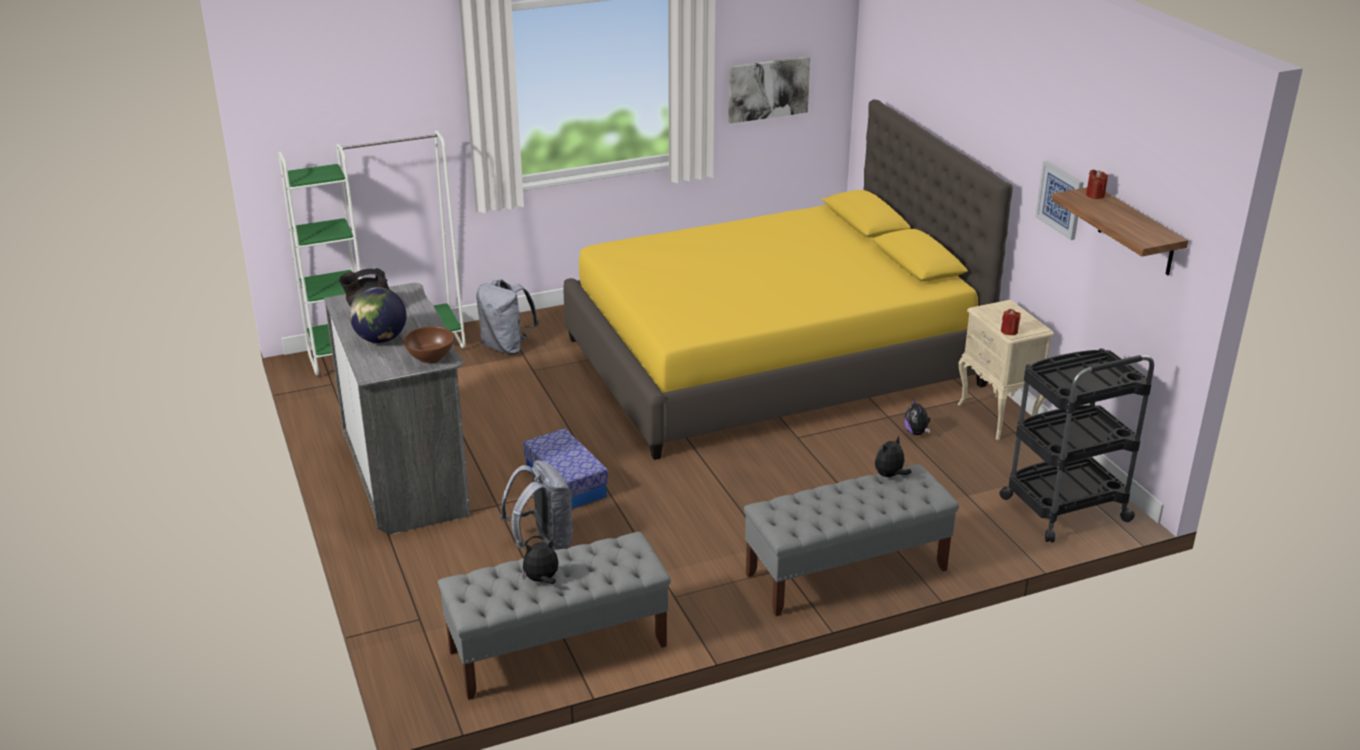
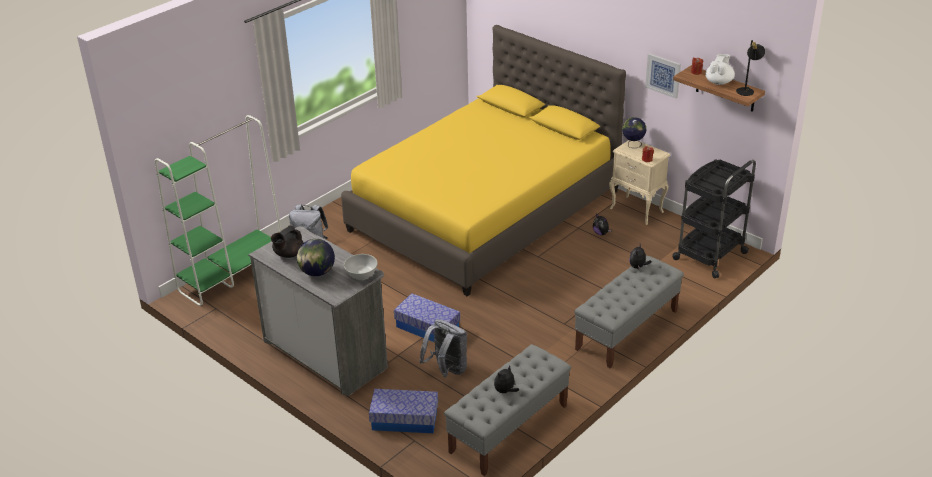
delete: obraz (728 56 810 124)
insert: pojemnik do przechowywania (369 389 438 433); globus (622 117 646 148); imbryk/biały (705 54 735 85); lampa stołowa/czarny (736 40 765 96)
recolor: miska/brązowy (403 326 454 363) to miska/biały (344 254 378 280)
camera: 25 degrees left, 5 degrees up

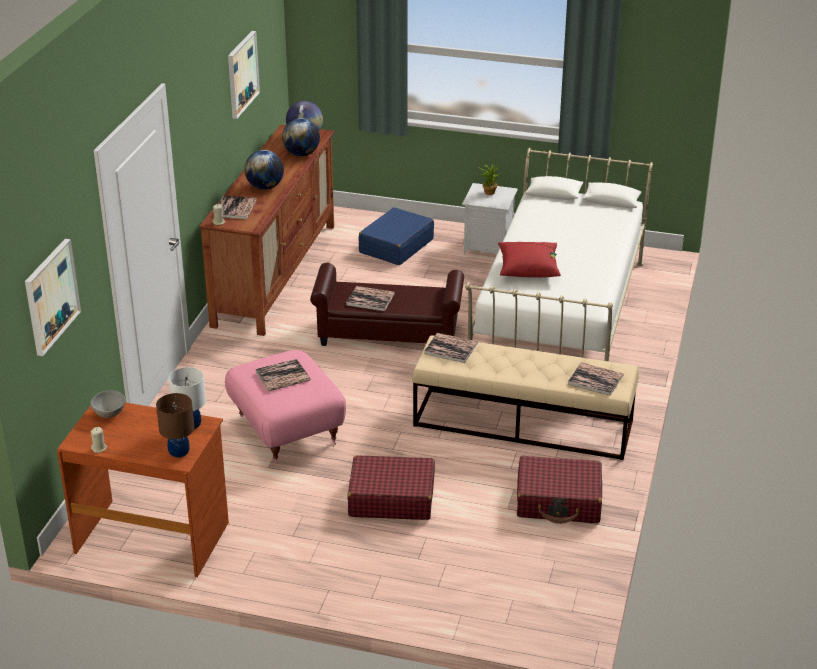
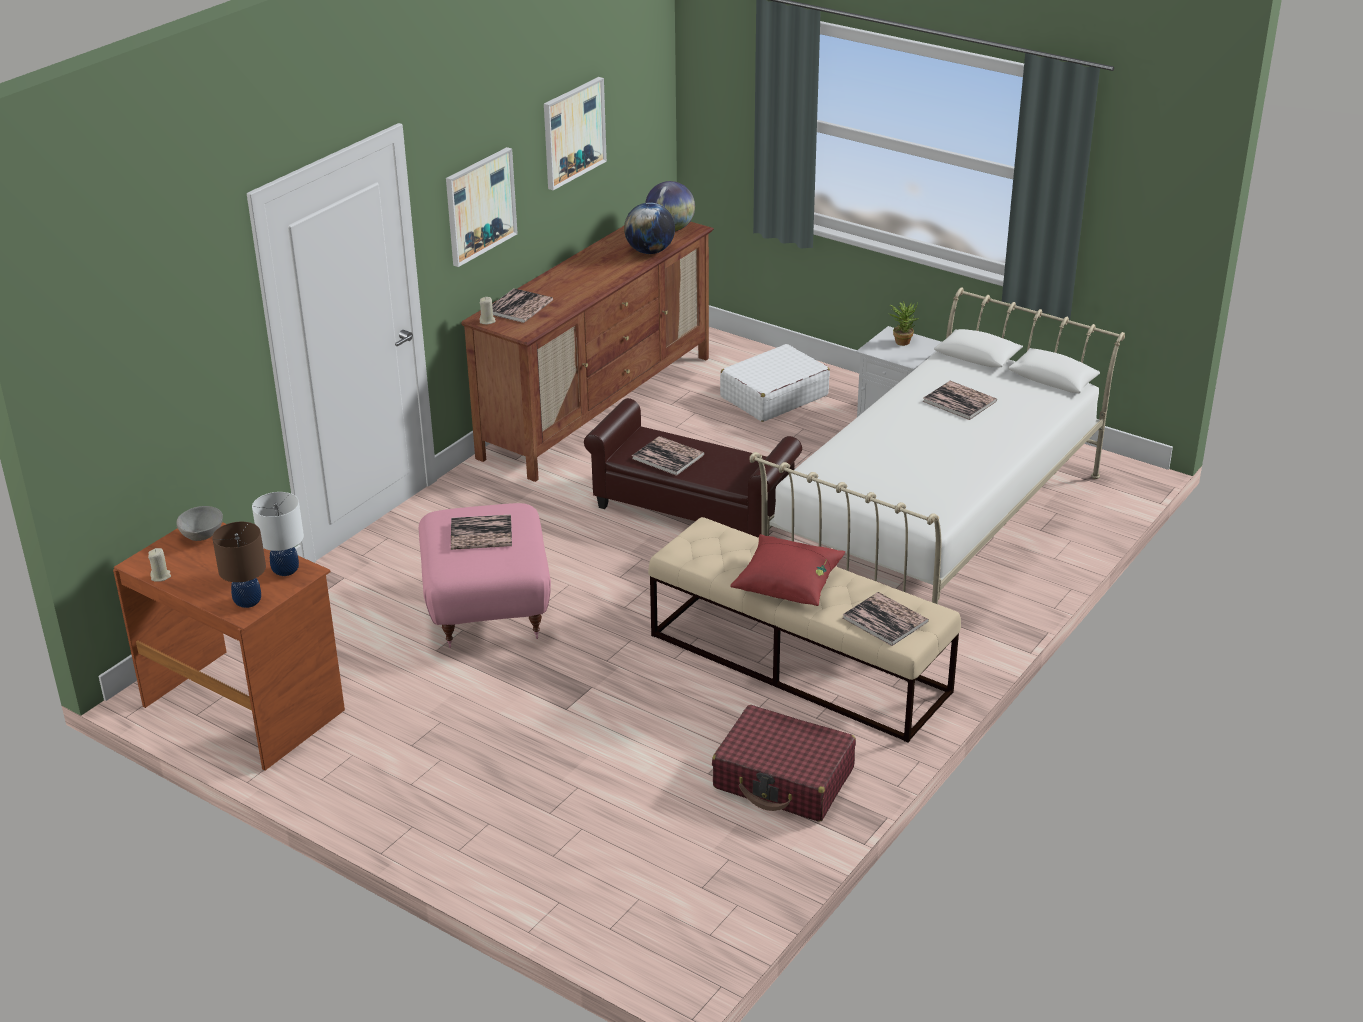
delete: globus (244 150 284 190); walizka/czerwony (347 455 435 520)
move: obraz (25 239 81 356) to (446 147 518 267); poduszka/czerwony (498 242 561 277) to (730 534 845 606); książka (424 333 478 363) to (923 381 997 420)
recolor: walizka/niebieski (359 207 434 265) to walizka/biały (720 344 830 422)
camera: 20 degrees right, 0 degrees up

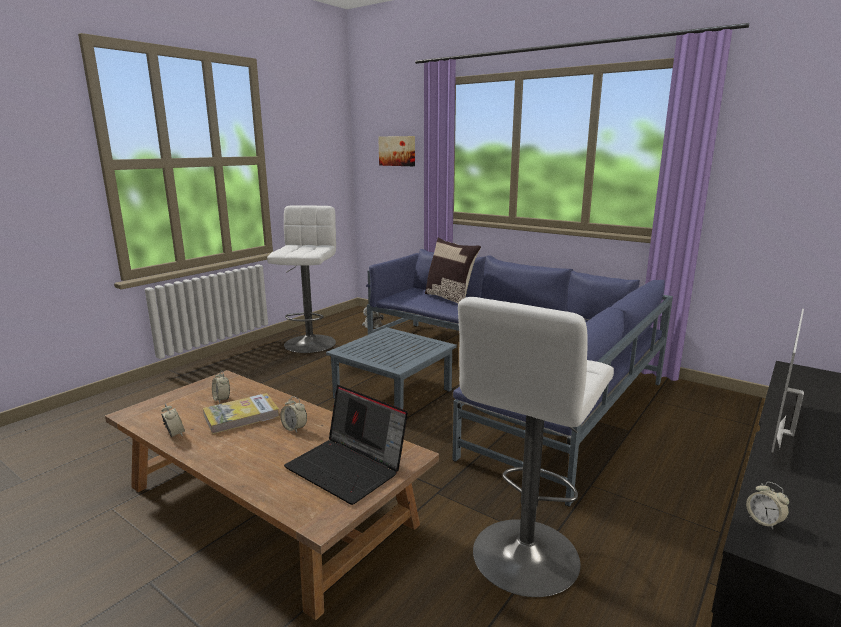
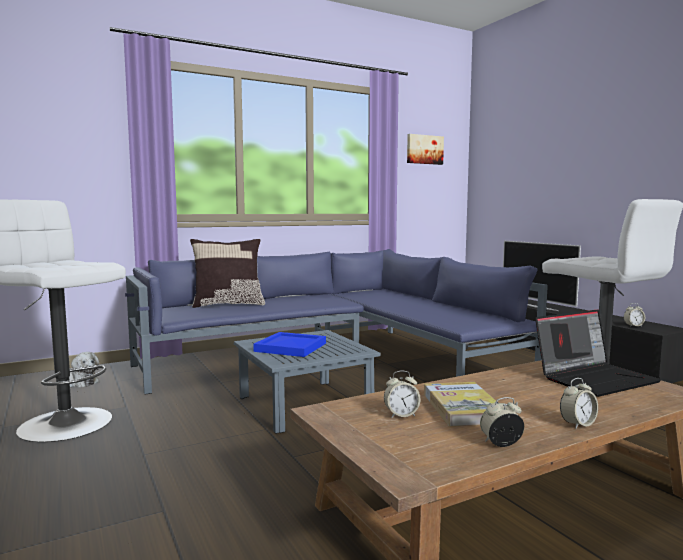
insert: taca/niebieski (253 332 326 357)
move: obraz (378 136 415 166) to (407 134 444 165); budzik (280 397 307 433) to (560 378 598 429)
camera: 65 degrees left, 10 degrees down

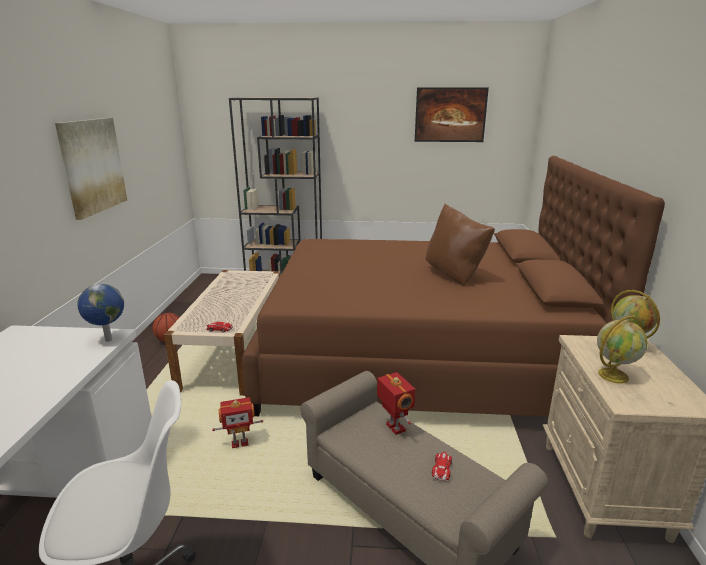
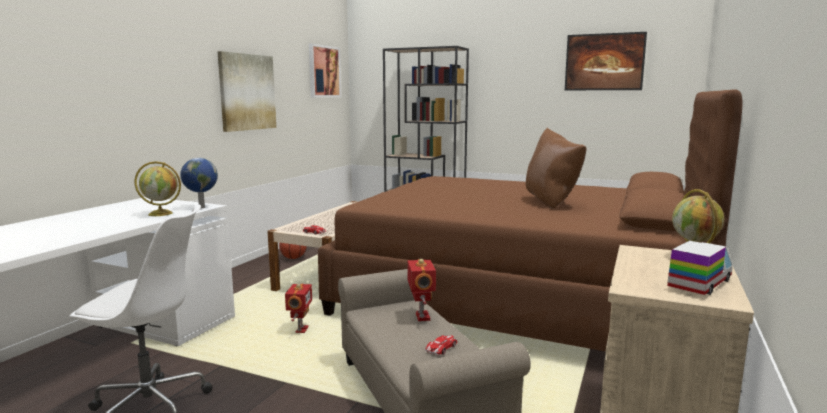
insert: obraz (309 44 341 98); ciężarówka zabawkowa (667 241 733 295)
move: globus (597 315 648 384) to (135 161 181 216)
rotate: robot zabawkowy (212 397 263 448) = (285 284 312 333) 90 degrees counterclockwise
camera: 20 degrees right, 10 degrees down

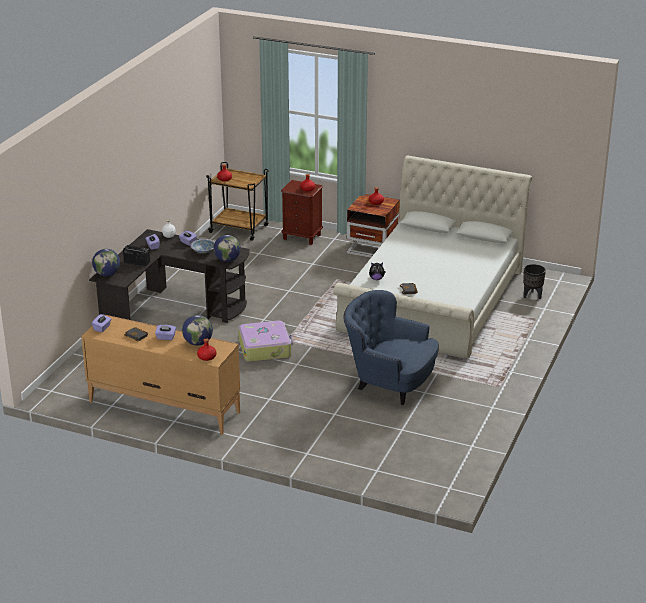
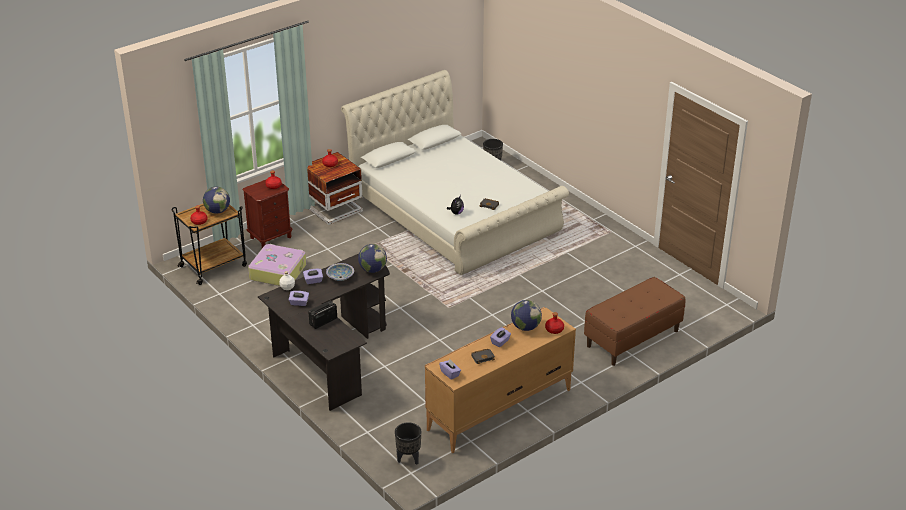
delete: fotel/niebieski (343 290 439 405)
insert: donica/czarny (395 422 421 465); ławka/brązowy (584 277 685 366)
move: globus (92 249 120 277) to (203 187 230 214); walizka (238 321 293 362) to (248 244 306 286)
camera: 60 degrees left, 5 degrees up

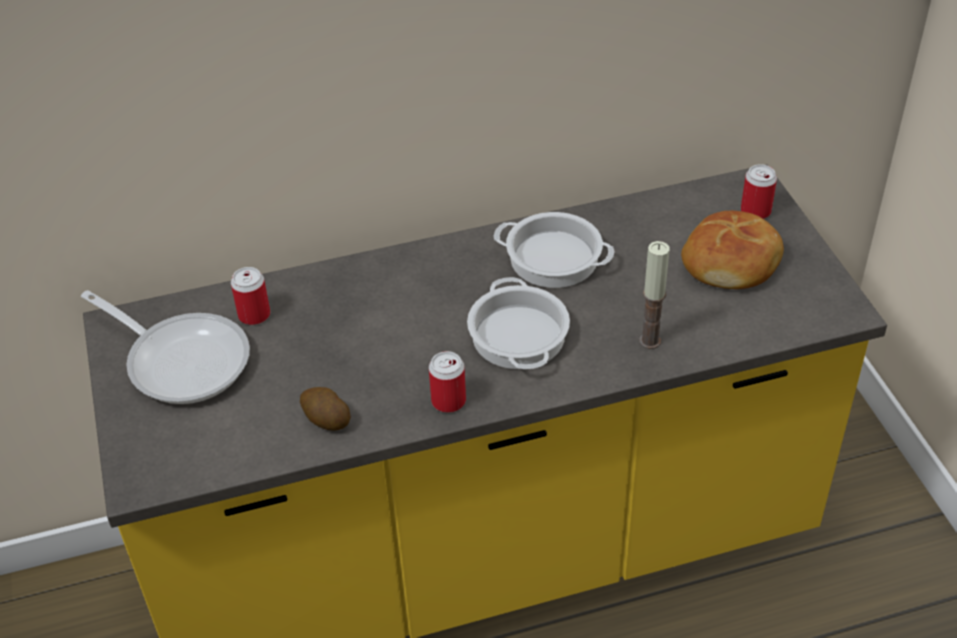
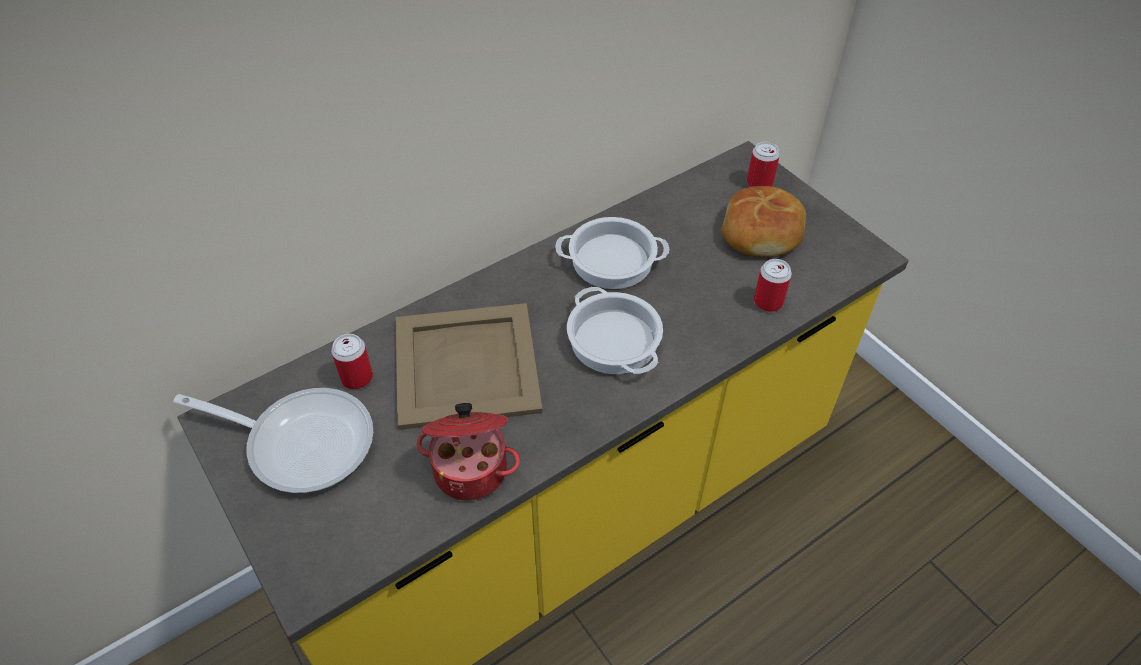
delete: świeca (639 241 670 349)
insert: taca/beżowy (396 303 542 430)
move: puszka (429 351 466 413) to (754 259 792 312)
replace: ziemniak (300 387 351 431) to garnek (416 403 520 501)
camera: 20 degrees left, 5 degrees up

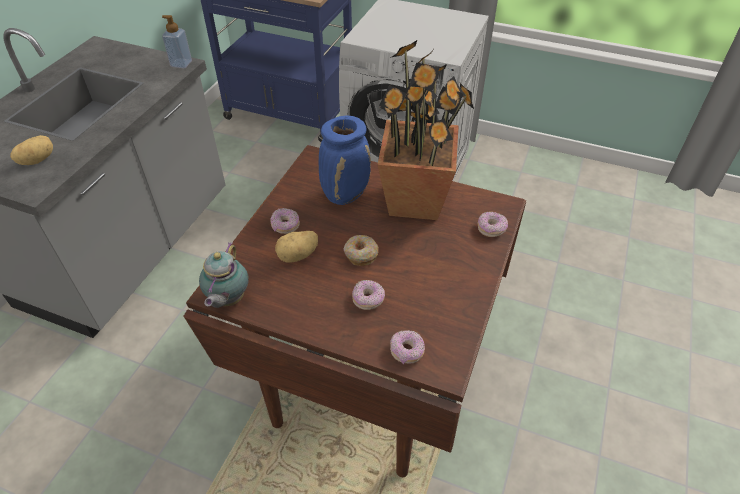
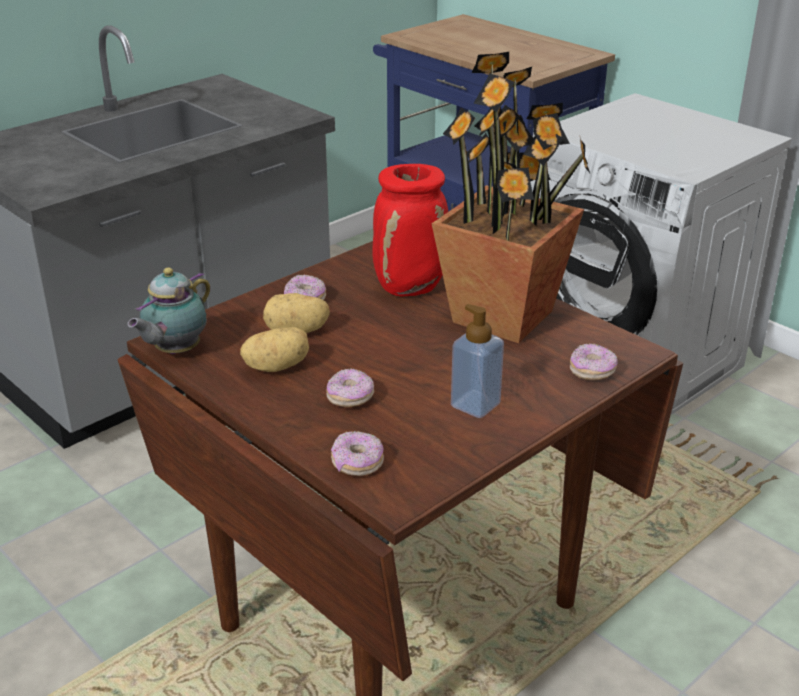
delete: donut (344 235 379 266)
move: ziemniak (10 135 53 165) to (240 327 309 372); dozownik mydła (162 15 192 68) to (451 304 504 418)
recolor: wazon/niebieski (319 115 371 205) to wazon/czerwony (372 164 448 296)
camera: 25 degrees right, 15 degrees down

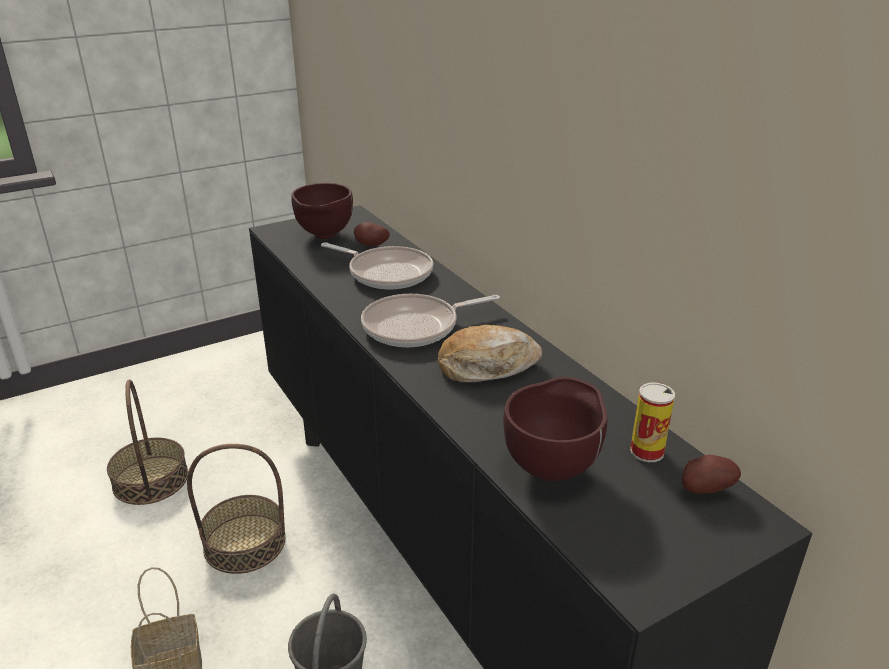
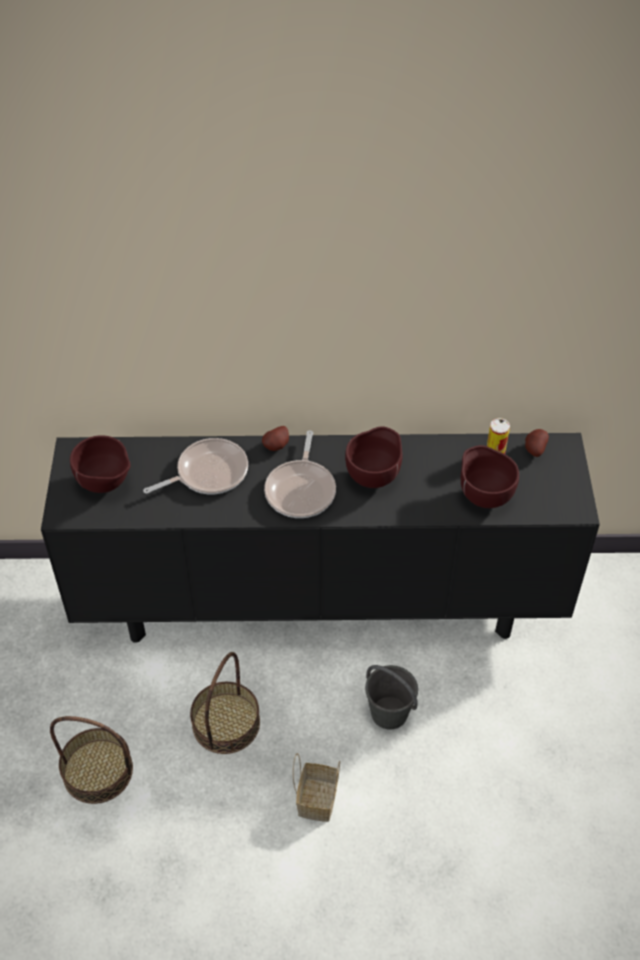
move: ziemniak (354 222 390 246) to (262 426 289 451)
replace: chleb (438 325 542 383) to miska/brązowy (345 426 403 488)
camera: 60 degrees left, 20 degrees up

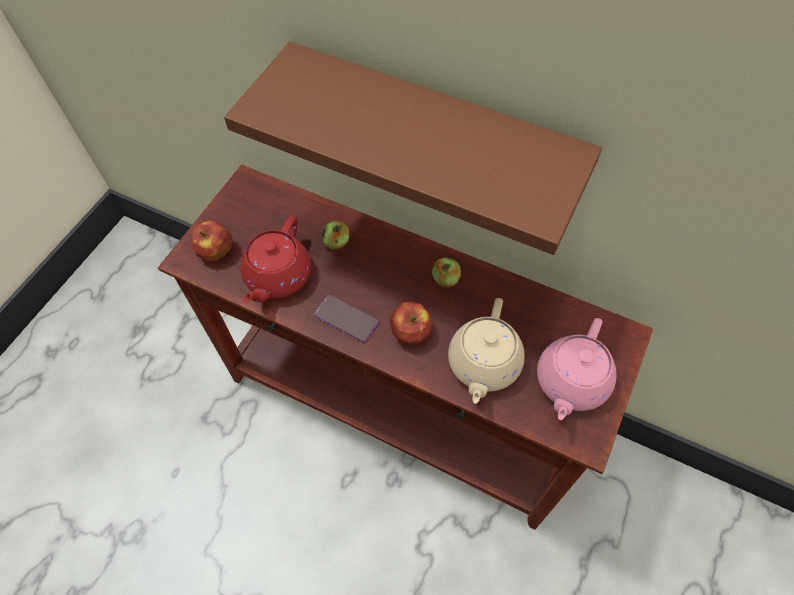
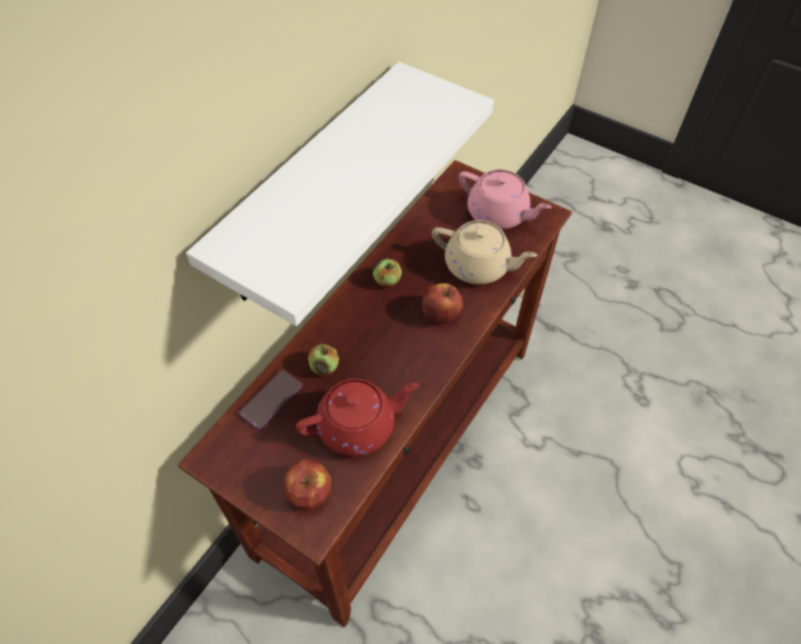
move: telefon (314 295 378 342) to (239 370 302 429)
recolor: półka/brązowy (224 42 602 255) to półka/biały (186 62 494 326)
rotate: imbryk/czerwony (241 216 311 303) = (296 378 419 456) 45 degrees counterclockwise
camera: 85 degrees left, 5 degrees down

